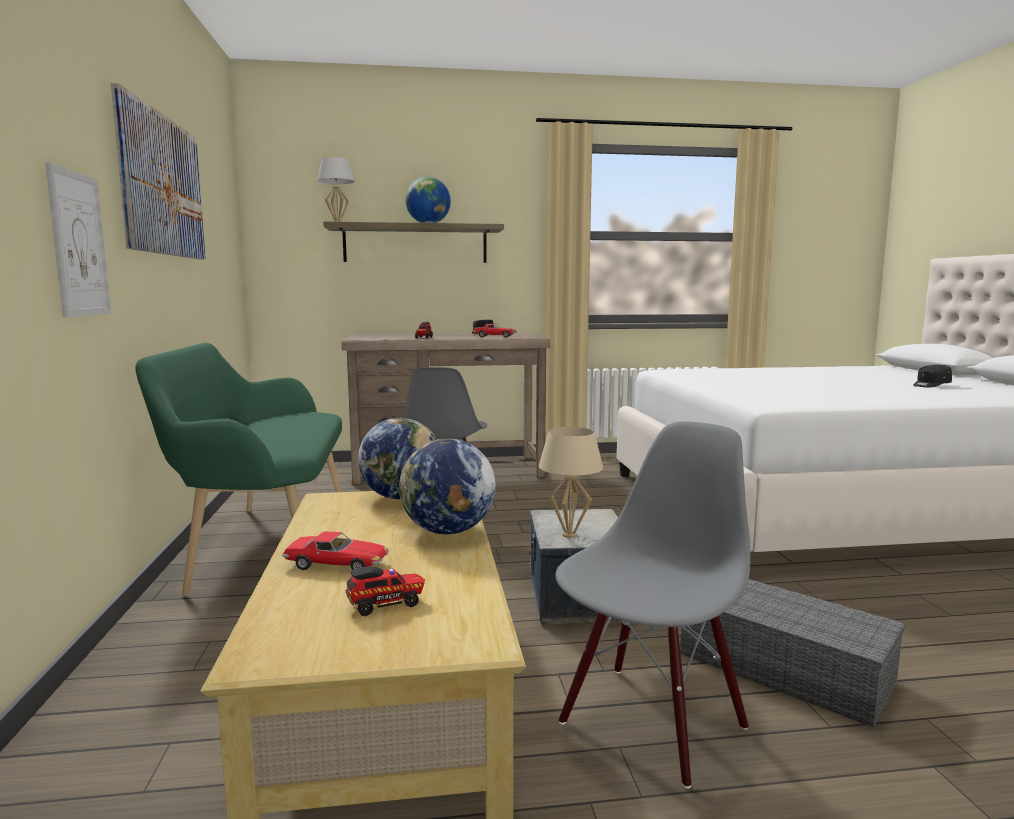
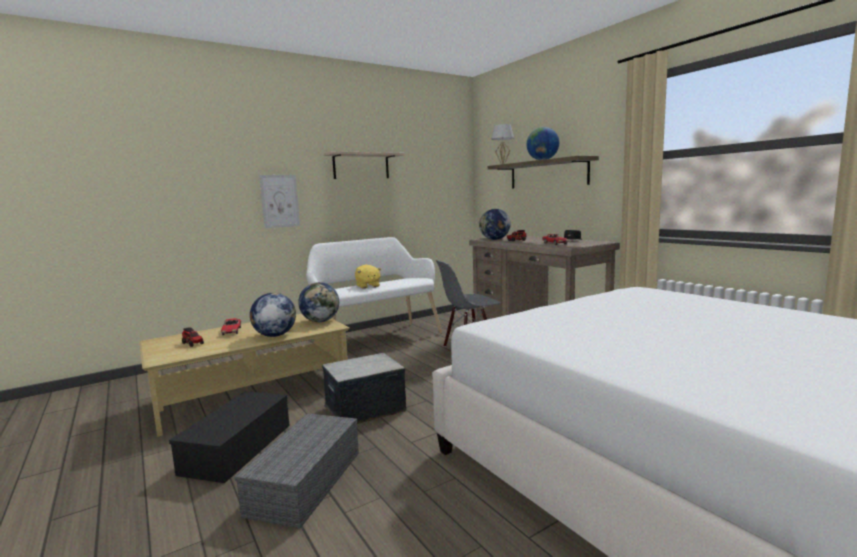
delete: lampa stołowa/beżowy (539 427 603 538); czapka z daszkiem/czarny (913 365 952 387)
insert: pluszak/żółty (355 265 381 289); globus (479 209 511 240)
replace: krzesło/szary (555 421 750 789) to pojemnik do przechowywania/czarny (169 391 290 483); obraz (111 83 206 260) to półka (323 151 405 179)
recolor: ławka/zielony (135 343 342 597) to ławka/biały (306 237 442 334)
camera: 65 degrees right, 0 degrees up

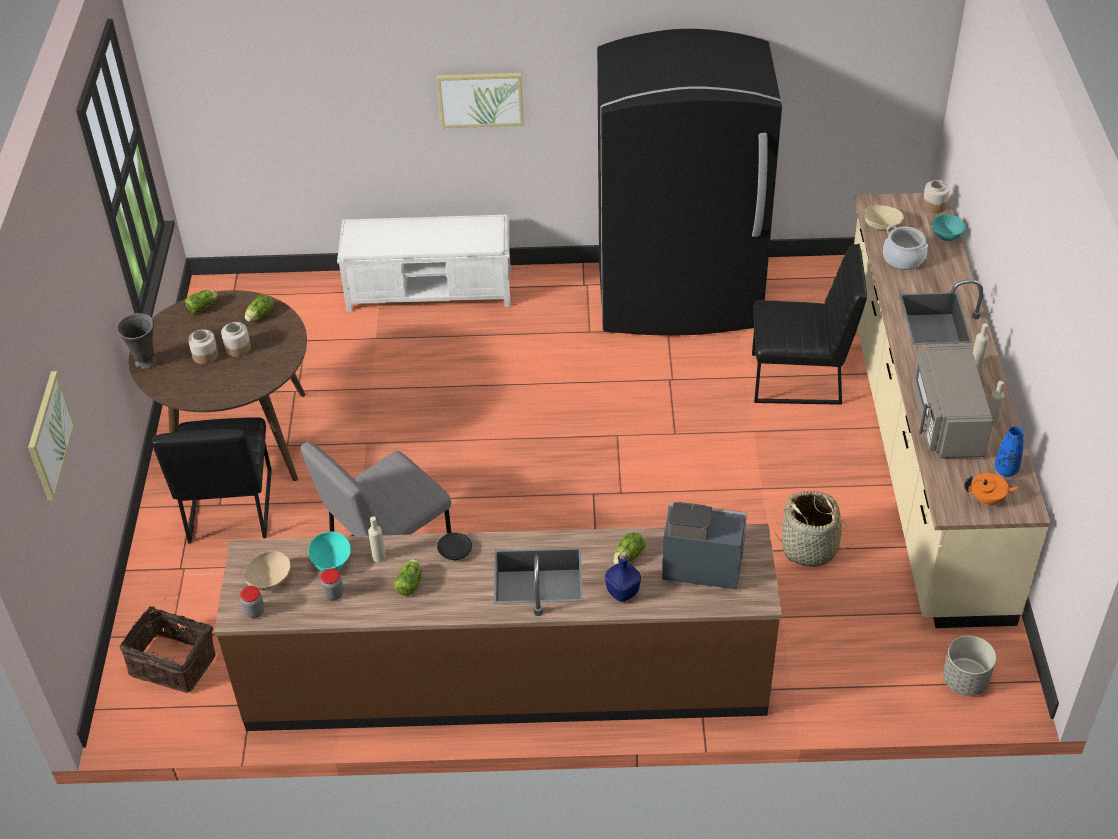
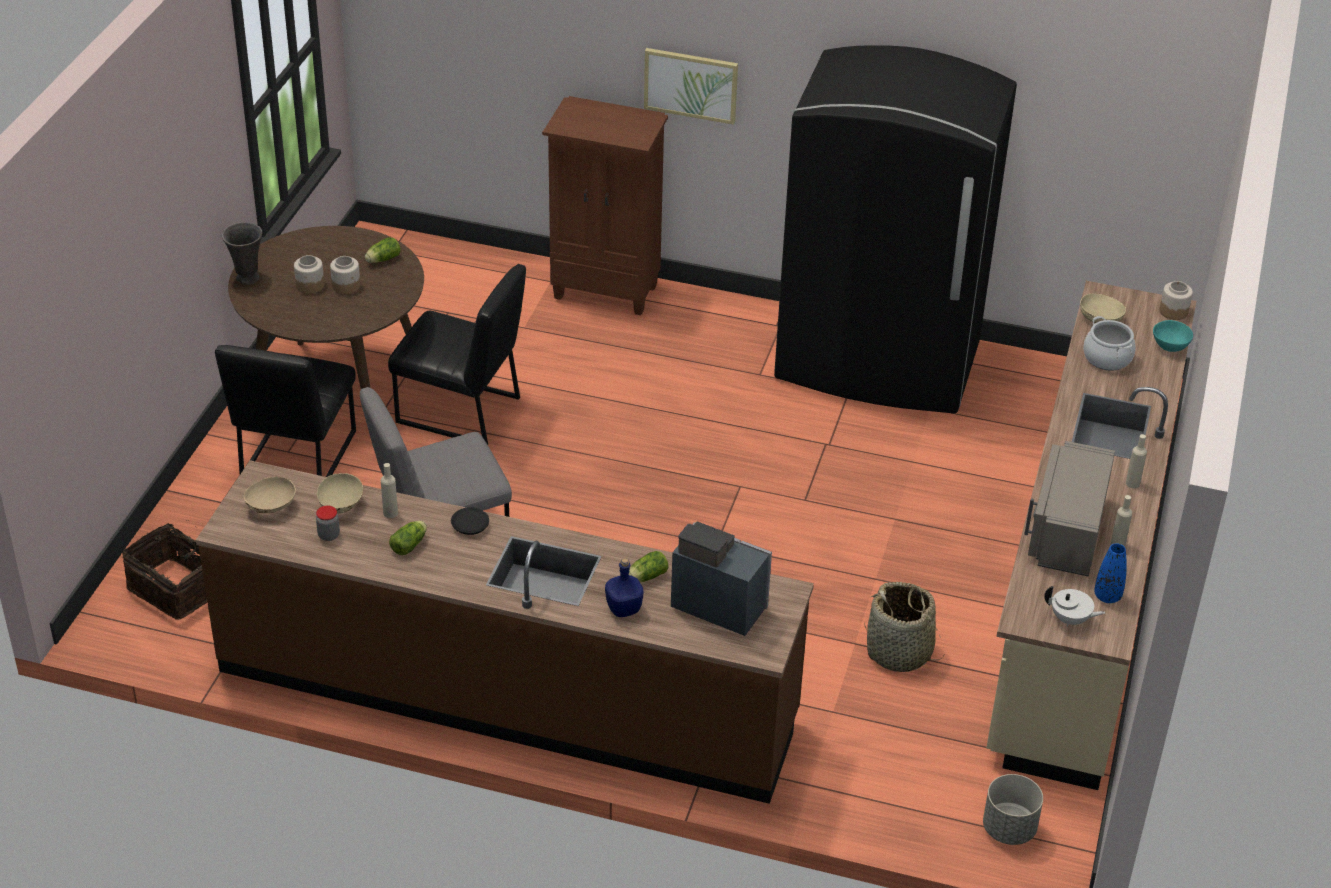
delete: obraz (28 371 75 500); sałata (185 290 218 314); słoik (240 586 264 618)
move: krzesło/czarny (752 244 867 405) to (388 264 526 445)
replace: ławka/biały (337 214 511 312) to szafka/brązowy (542 96 668 315)
recolor: miska/turkusowy (309 531 351 571) to miska/beżowy (317 473 363 514); imbryk/pomarańczowy (964 473 1019 506) to imbryk/biały (1044 586 1105 627)
camera: 15 degrees right, 5 degrees down

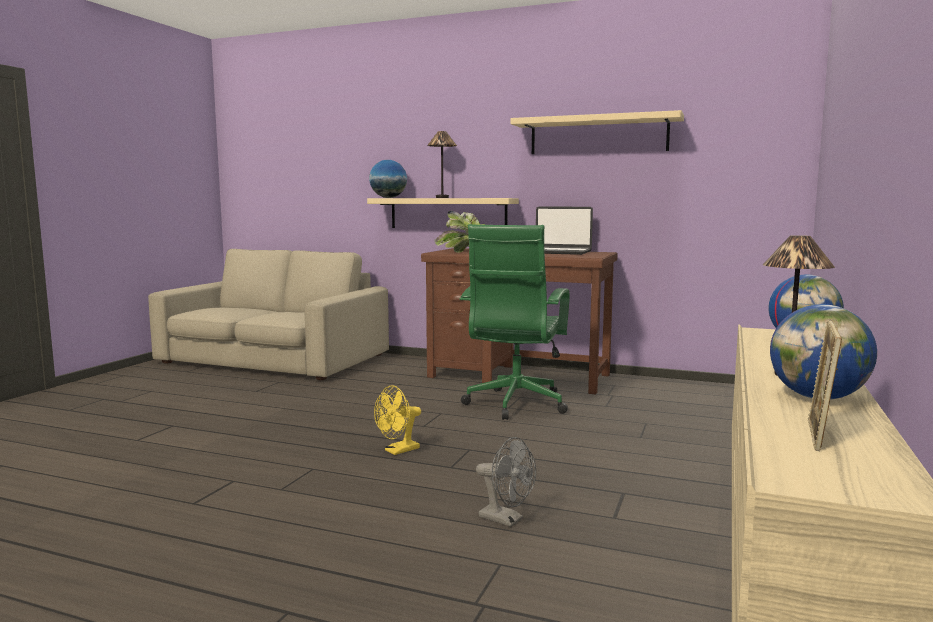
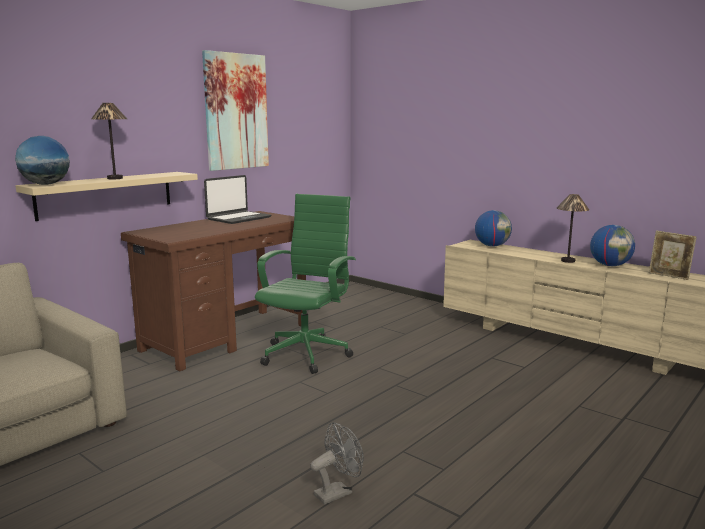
delete: wentylator/żółty (374 385 421 455); roślina doniczkowa (435 211 485 253)
move: wentylator/szary (476 437 536 527) to (310 422 364 505)
replace: półka/beżowy (510 110 684 154) to obraz (202 50 269 171)
rotate: krzesło biurowe/zielony (460 224 570 420) = (255 193 356 374) 105 degrees counterclockwise
camera: 70 degrees left, 5 degrees up

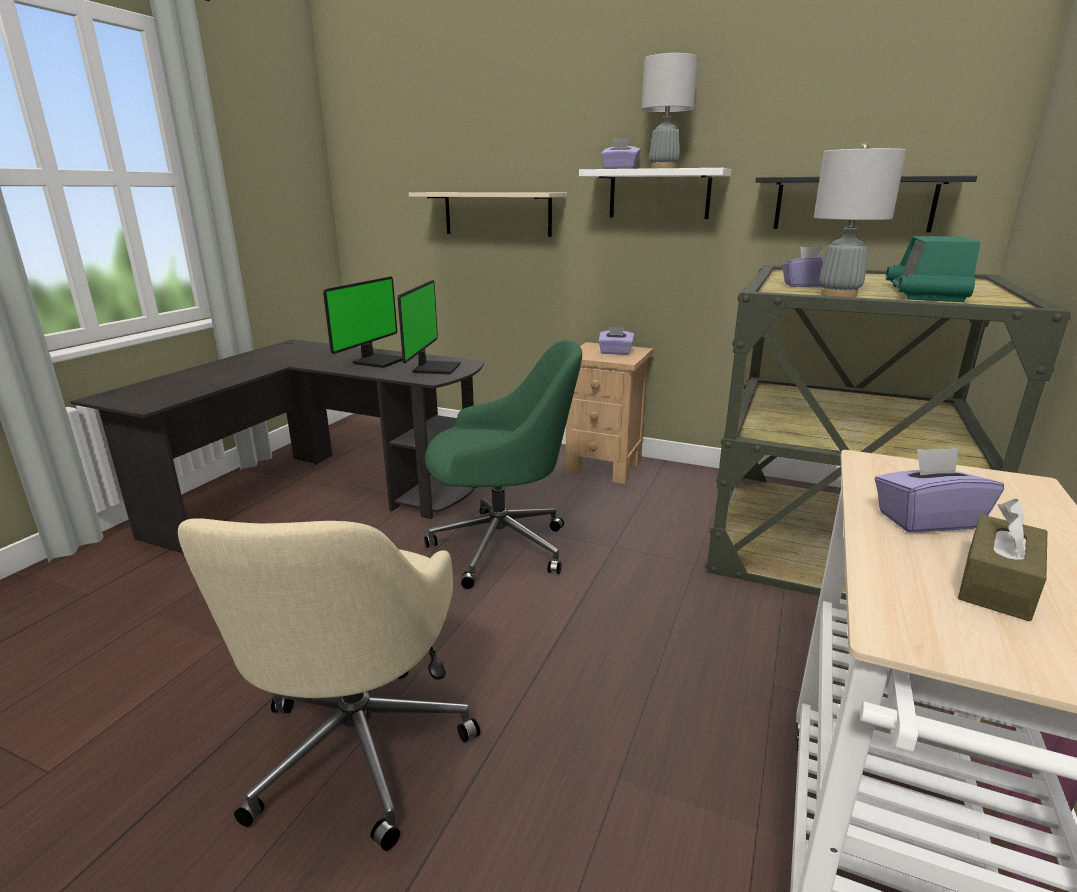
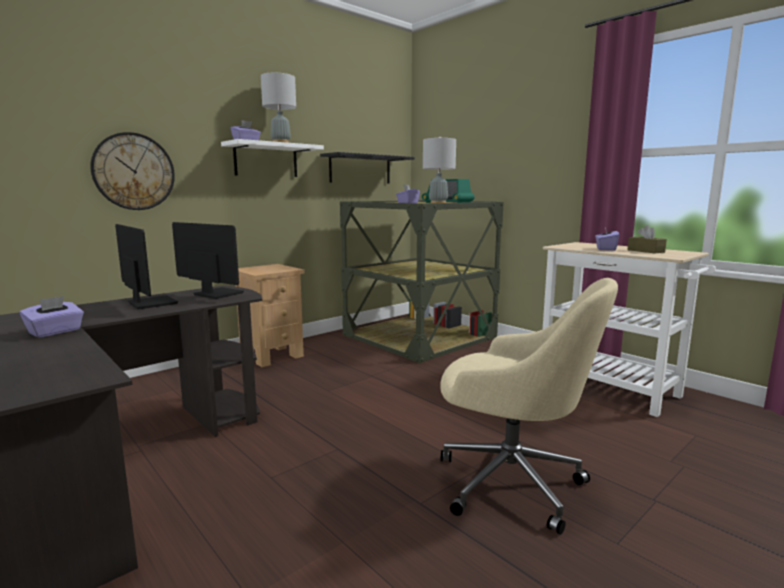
delete: krzesło biurowe/zielony (424 340 582 589)
move: pudełko chusteczek/fioletowy (598 326 634 355) to (19 296 84 338)
replace: półka/beżowy (409 192 567 237) to zegar ścienny (90 132 175 210)
camera: 65 degrees left, 10 degrees down

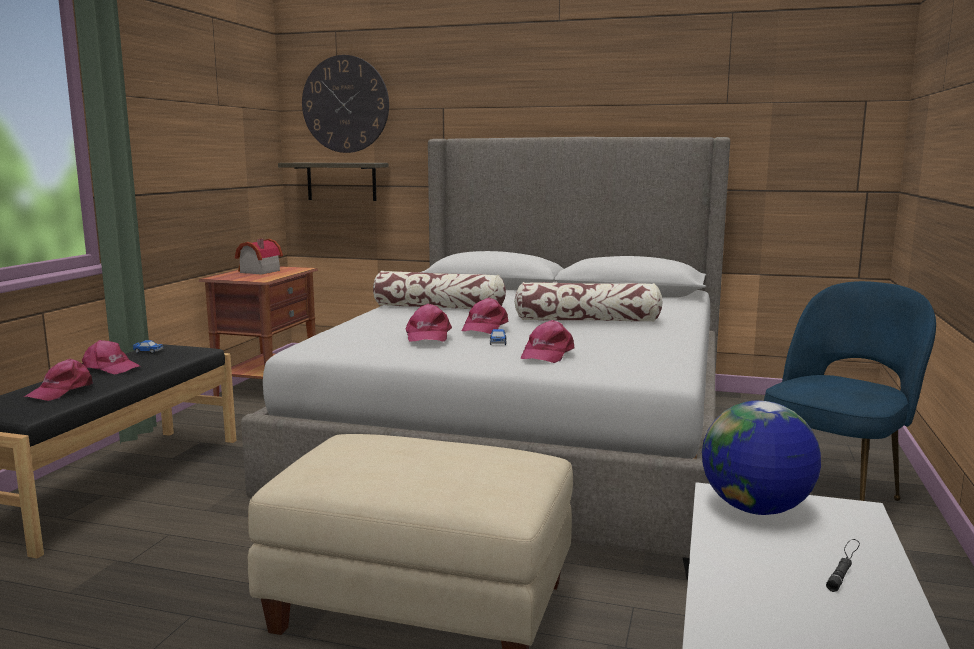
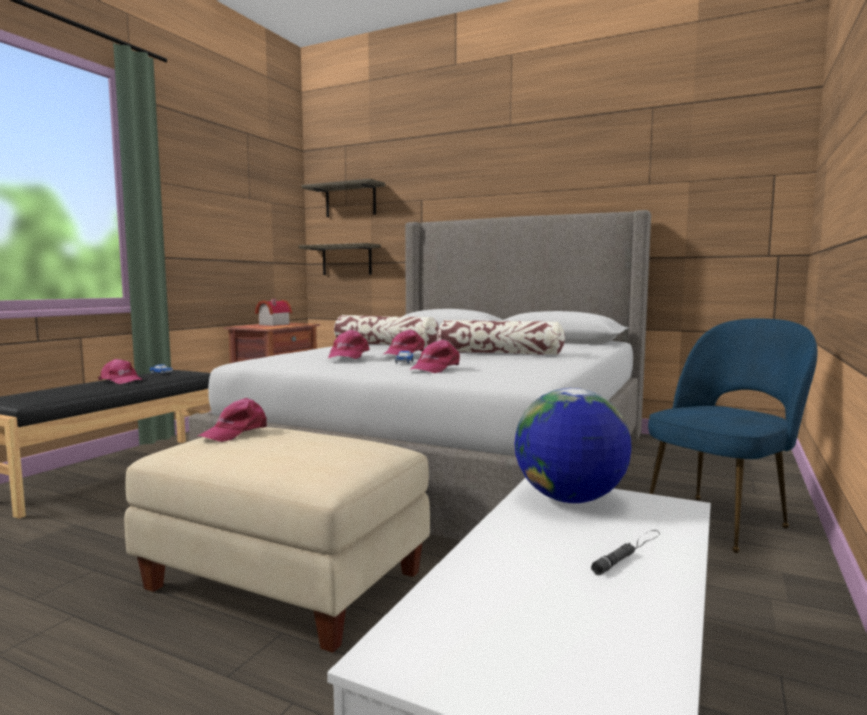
move: czapka z daszkiem/różowy (24 359 93 401) to (198 398 267 442)
replace: zegar ścienny (302 55 389 153) to półka (302 179 385 217)
camera: 10 degrees right, 5 degrees down

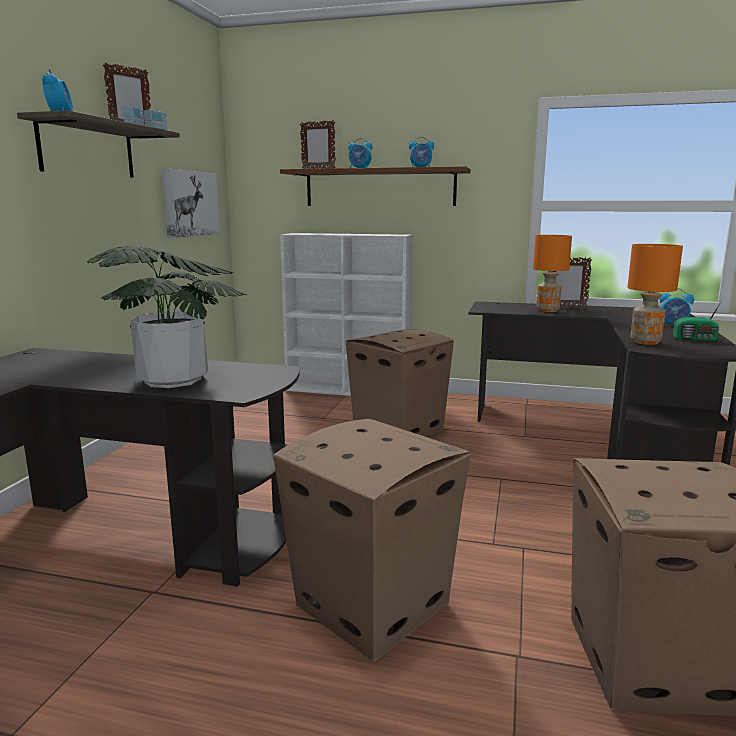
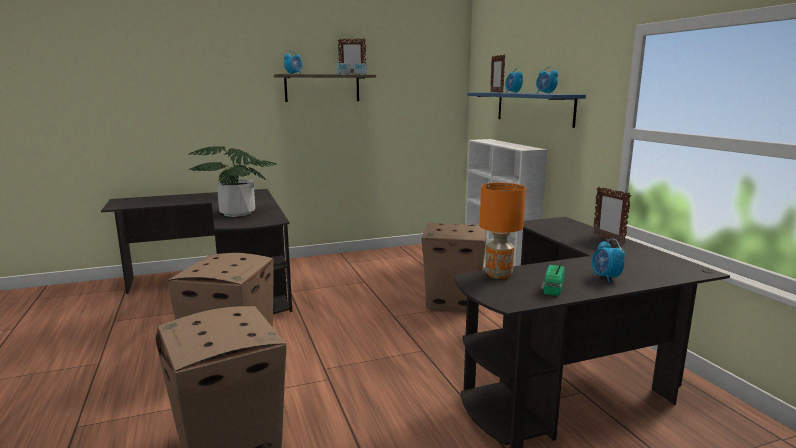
delete: obraz (162 168 220 238); lampa stołowa/pomarańczowy (533 235 572 312)
recolor: półka/brązowy (280 166 471 206) to półka/niebieski (467 92 586 128)
rotate: radio (673 302 721 341) = (541 259 565 296) 45 degrees clockwise
camera: 55 degrees right, 0 degrees up

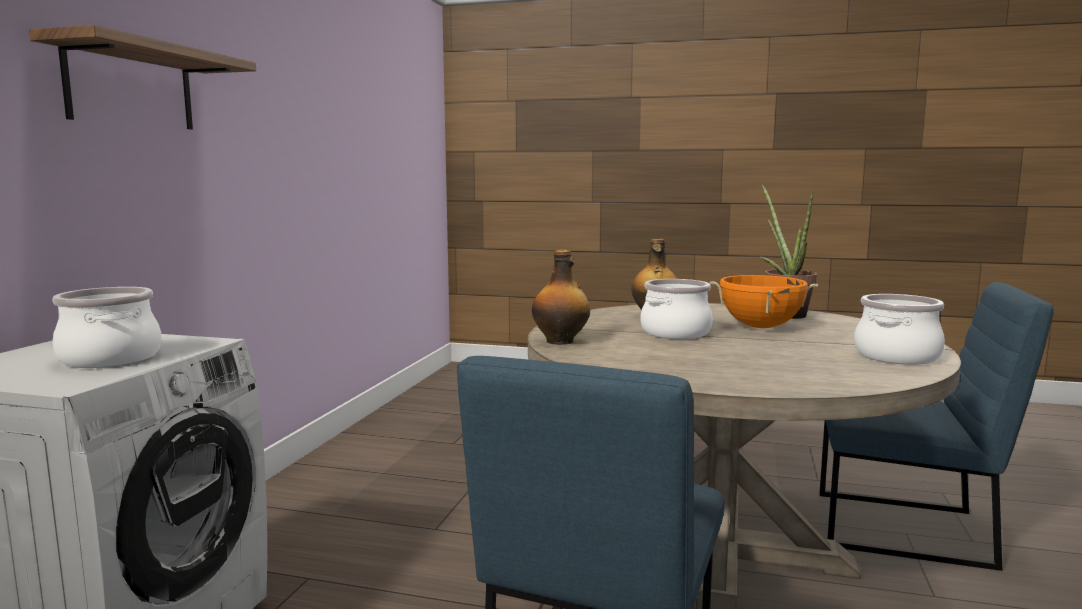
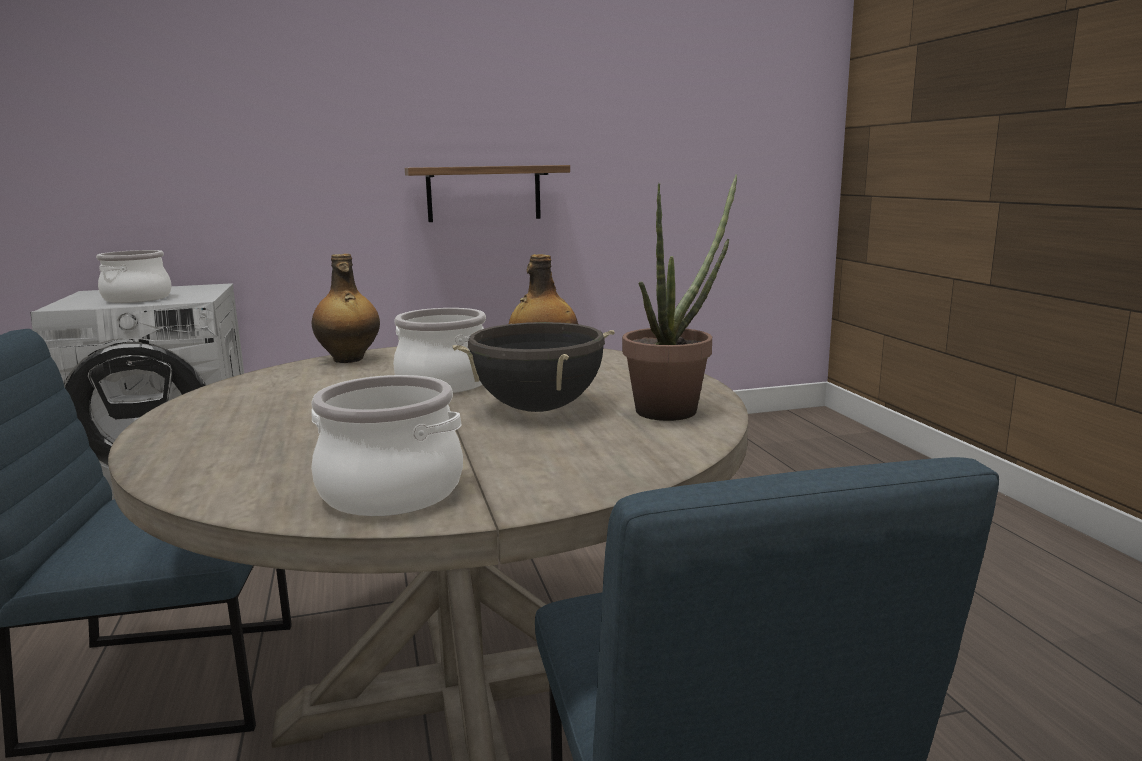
move: półka (29 25 256 129) to (405 165 570 222)
recolor: garnek/pomarańczowy (710 275 818 328) to garnek/czarny (453 322 615 412)
camera: 60 degrees right, 5 degrees up

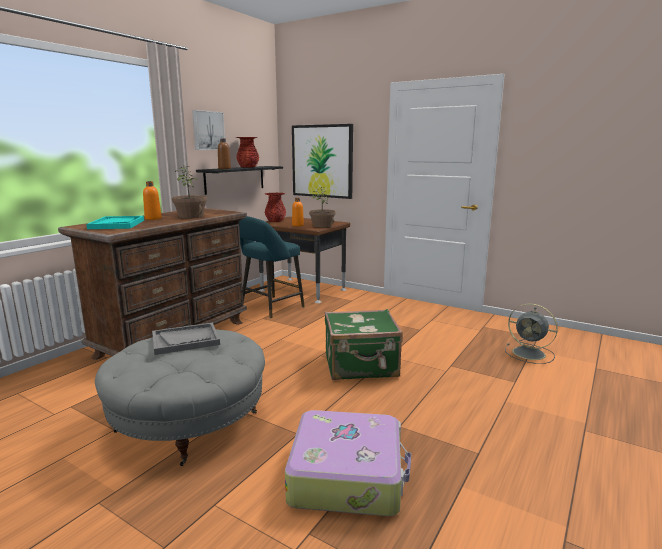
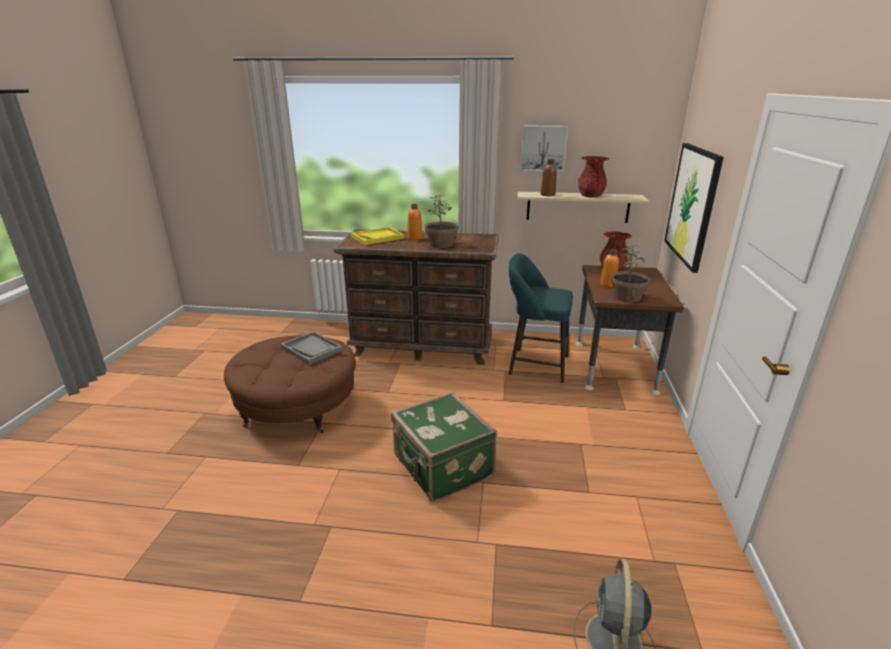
delete: walizka (285 410 411 516)
recolor: pufa/szary (95 329 265 466) to pufa/brązowy (224 335 356 433); taca/turkusowy (86 216 144 229) to taca/żółty (351 227 404 245); półka/czarny (196 166 283 195) to półka/beżowy (517 192 649 223)
camera: 65 degrees right, 10 degrees up

